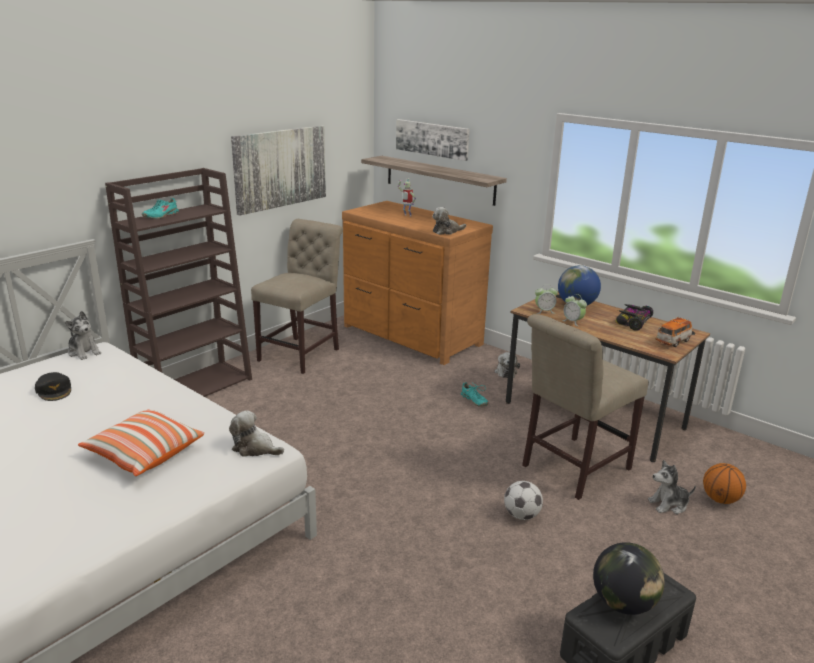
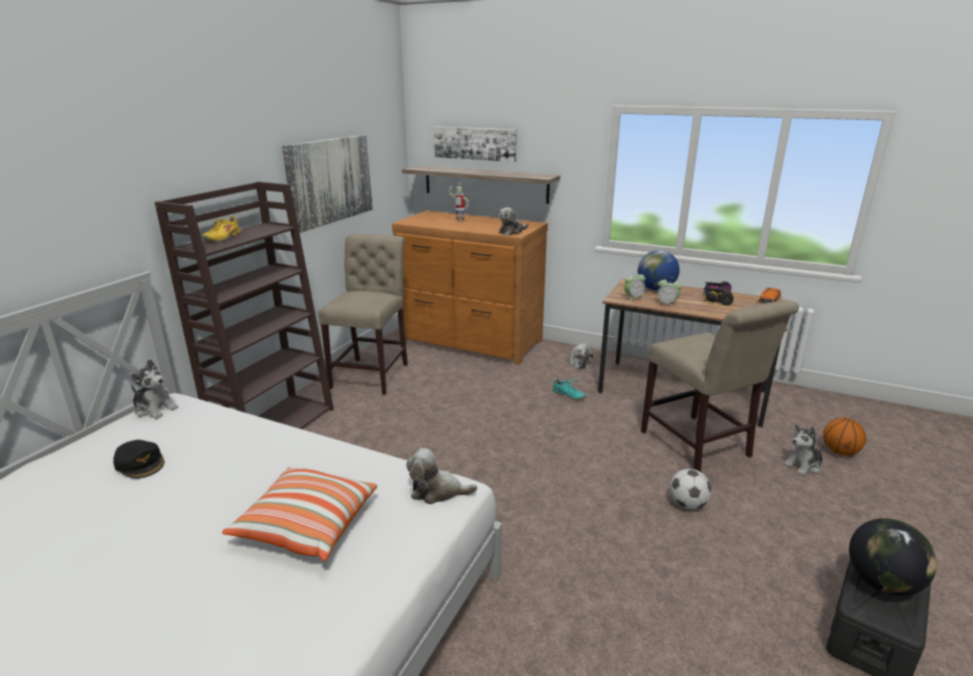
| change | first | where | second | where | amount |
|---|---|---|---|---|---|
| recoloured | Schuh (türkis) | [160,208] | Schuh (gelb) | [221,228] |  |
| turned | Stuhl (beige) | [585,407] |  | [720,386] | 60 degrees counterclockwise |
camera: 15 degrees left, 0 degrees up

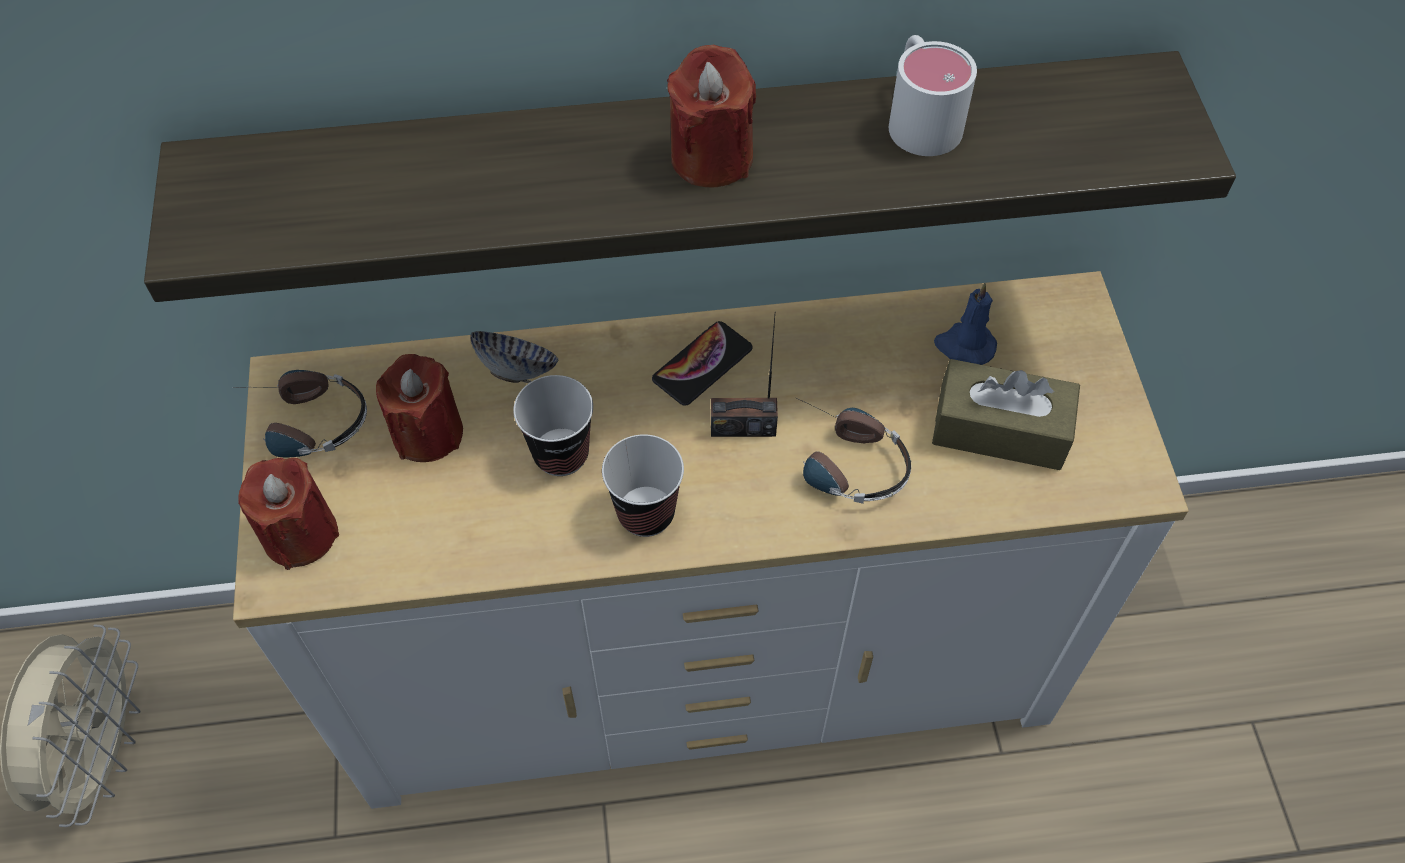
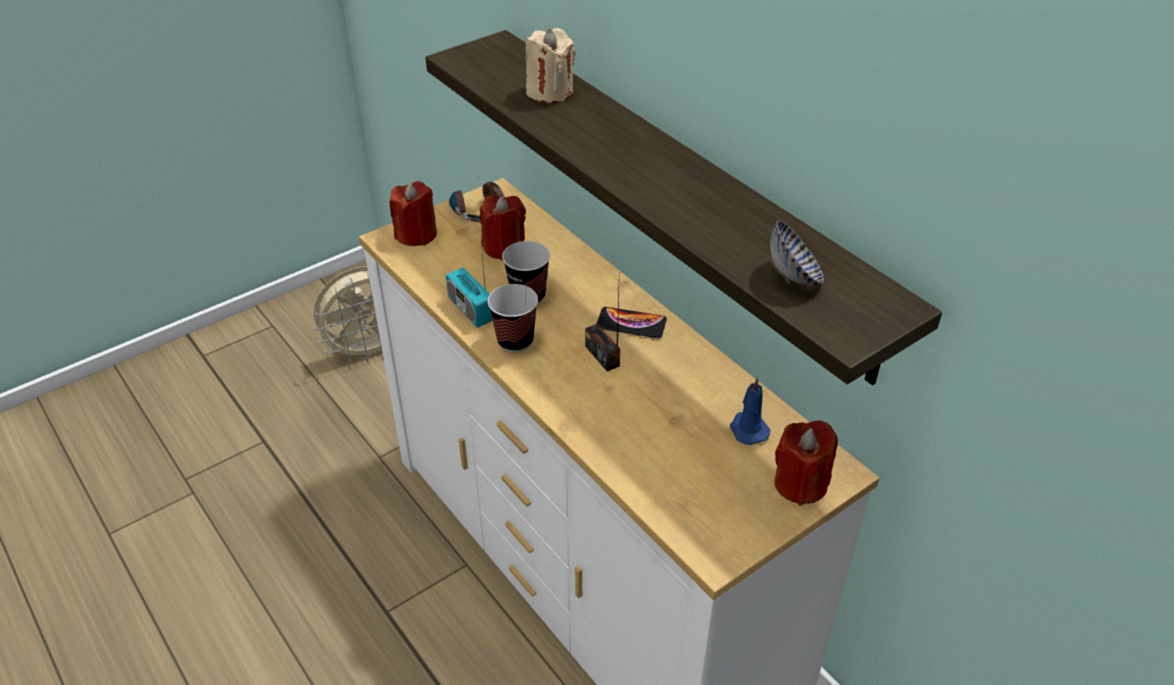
| change | first | where | second | where | amount |
|---|---|---|---|---|---|
| removed | Henkelbecher (weiß) | [933,95] |  |  |  |
| moved | Kerze (rot) | [711,115] |  | [806,463] |  |
| moved | Schüssel | [514,357] |  | [797,253] |  |
| removed | Taschentuchbox (braun) | [1006,414] |  |  |  |
| removed | Kopfhörer | [853,451] |  |  |  |
| added |  |  | Kerze (beige) | [551,65] |  |
| added |  |  | Radio | [469,286] |  |
camera: 60 degrees right, 15 degrees down

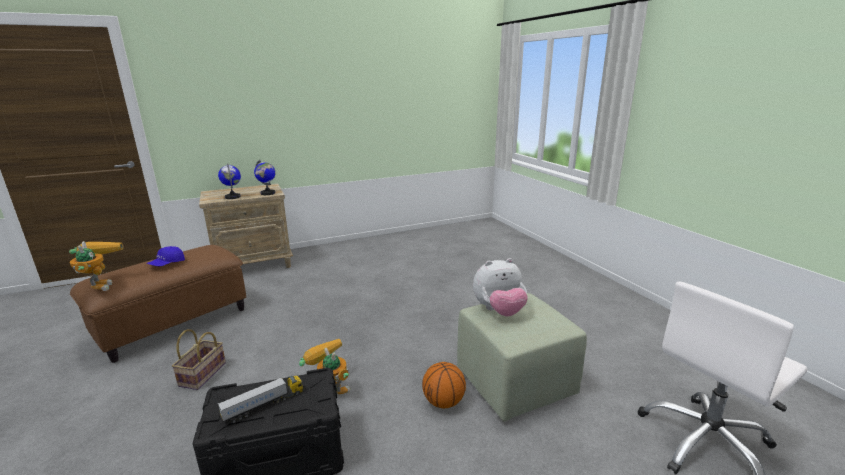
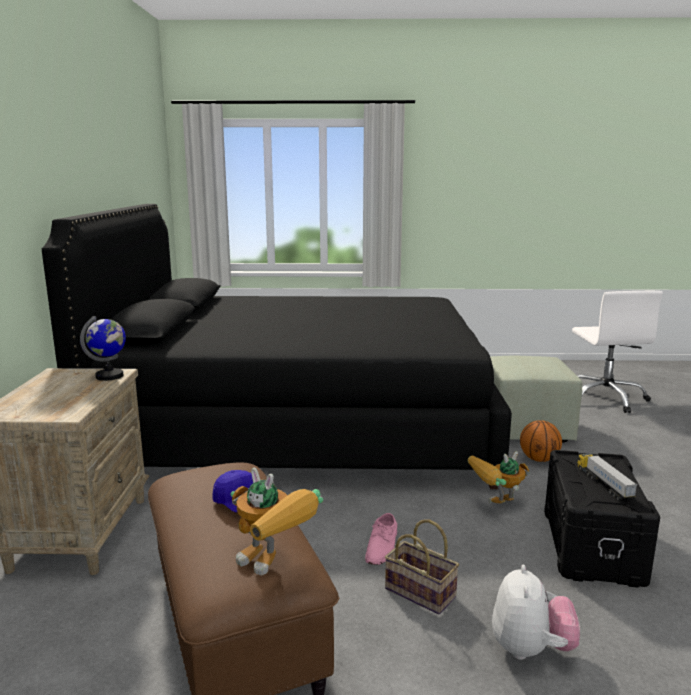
| change | first | where | second | where | amount |
|---|---|---|---|---|---|
| removed | Globus | [229,181] |  |  |  |
| turned | Spielzeugroboter | [96,266] |  | [276,521] | 150 degrees counterclockwise |
| moved | Plüschtier | [500,287] |  | [536,612] |  |
| added |  |  | Bett (schwarz) | [277,346] |  |
| added |  |  | Schuh (rosa) | [381,539] |  |
camera: 65 degrees left, 5 degrees down

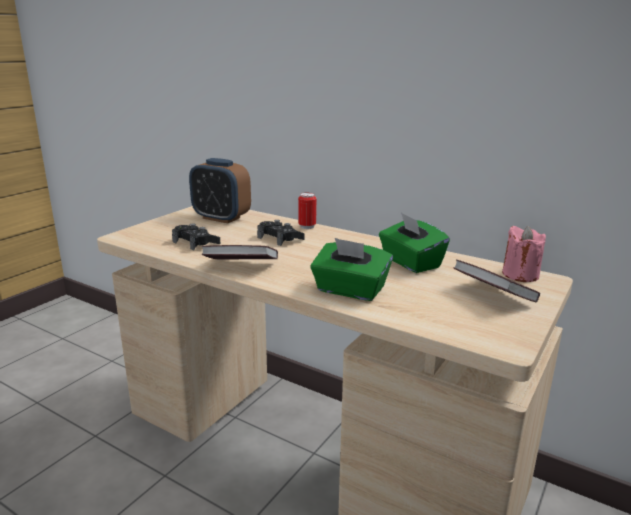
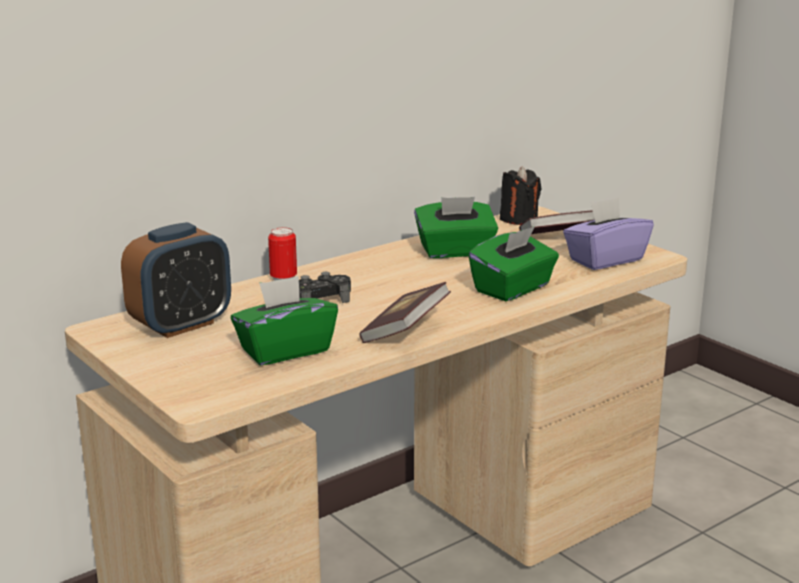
| change | first | where | second | where | amount |
|---|---|---|---|---|---|
| replaced | Gamepad (schwarz) | [196,237] | Taschentuchbox (grün) | [284,320] |  |
| recoloured | Kerze (rosa) | [524,254] | Kerze (schwarz) | [521,196] |  |
| added |  |  | Taschentuchbox (lila) | [608,233] |  |
camera: 70 degrees left, 0 degrees up

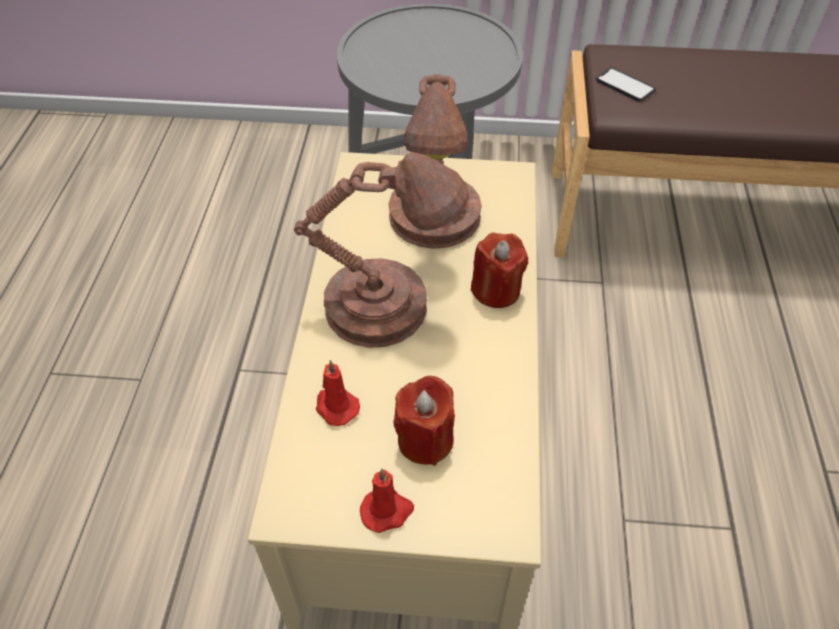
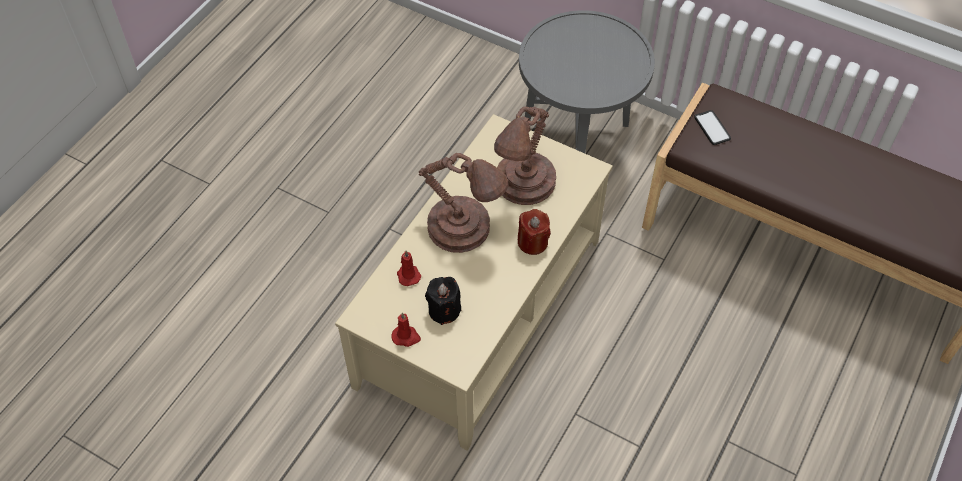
| change | first | where | second | where | amount |
|---|---|---|---|---|---|
| recoloured | Kerze (rot) | [424,421] | Kerze (schwarz) | [443,301] |  |
camera: 25 degrees right, 5 degrees up

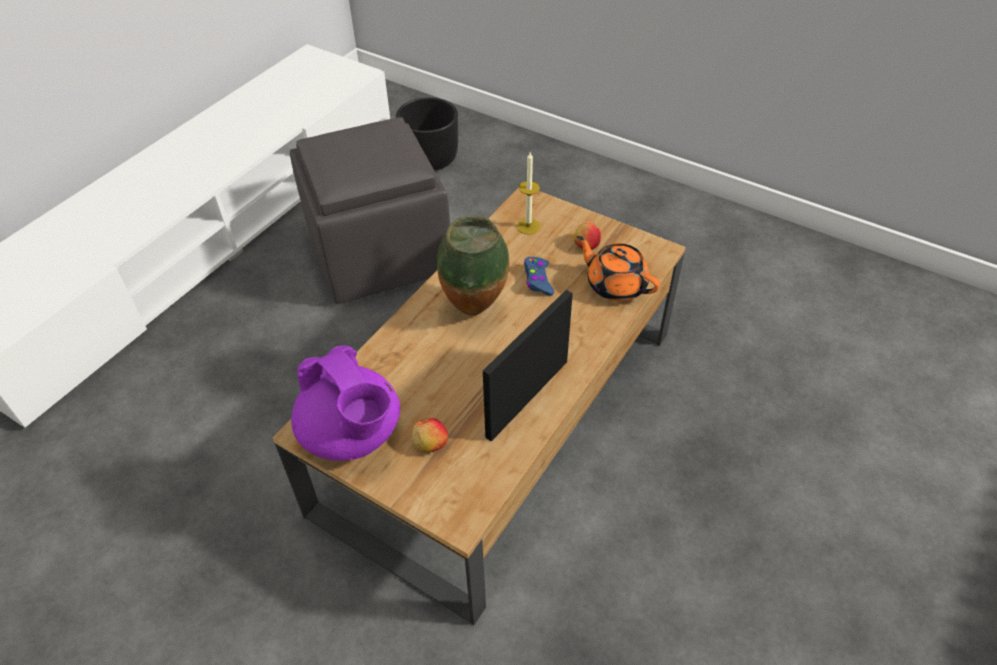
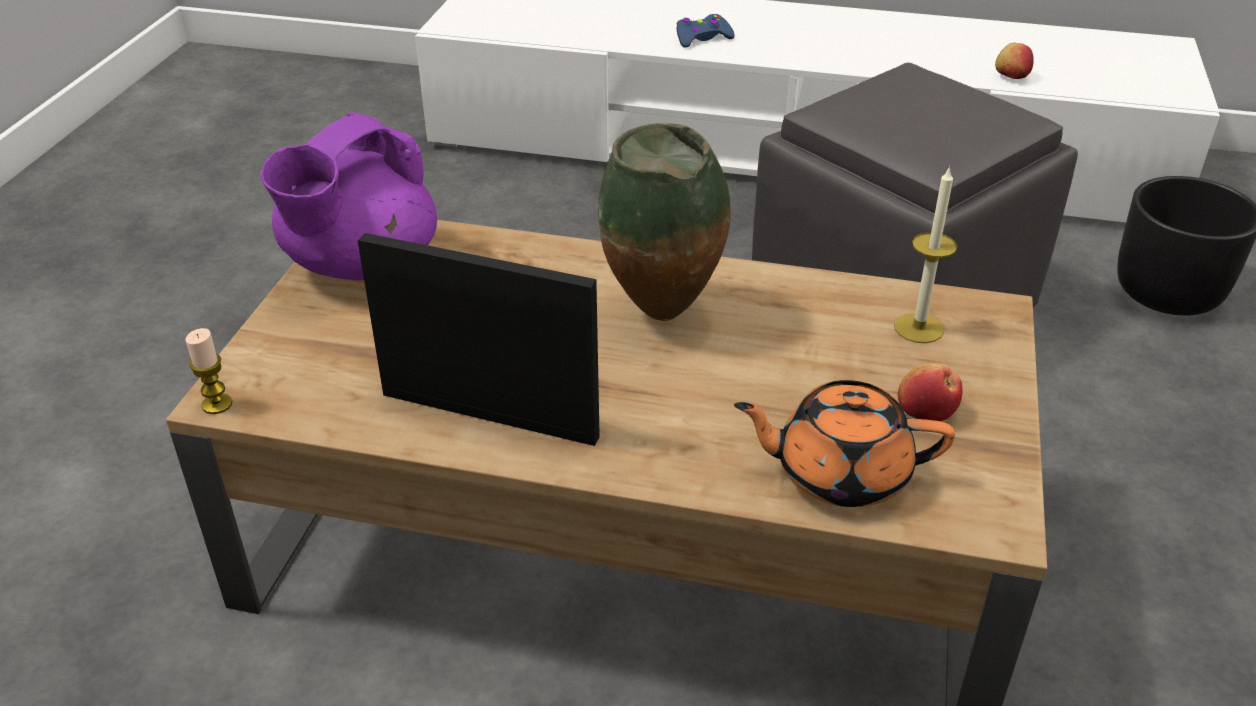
| change | first | where | second | where | amount |
|---|---|---|---|---|---|
| turned | Teekanne (orange) | [618,268] |  | [844,443] | 105 degrees counterclockwise |
| moved | Gamepad (blau) | [539,276] |  | [705,31] |  |
| moved | Apfel | [430,435] |  | [1014,61] |  |
| added |  |  | Kerze | [208,371] |  |
camera: 70 degrees right, 10 degrees down

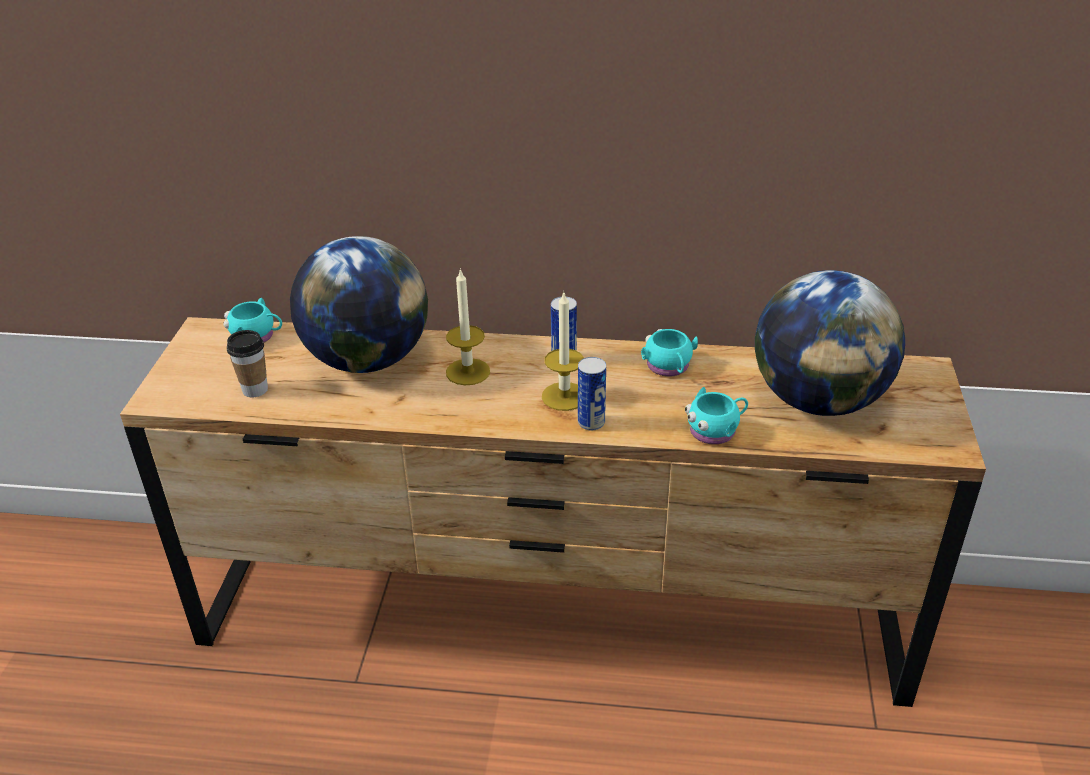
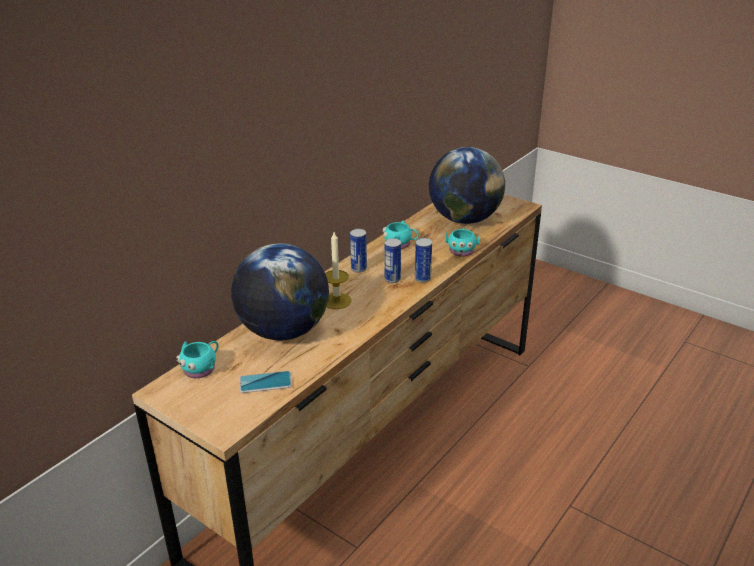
| change | first | where | second | where | amount |
|---|---|---|---|---|---|
| replaced | Kerze | [563,351] | Dose | [393,260] |  |
| replaced | Tasse | [247,363] | Handy | [265,382] |  |
camera: 60 degrees left, 5 degrees down

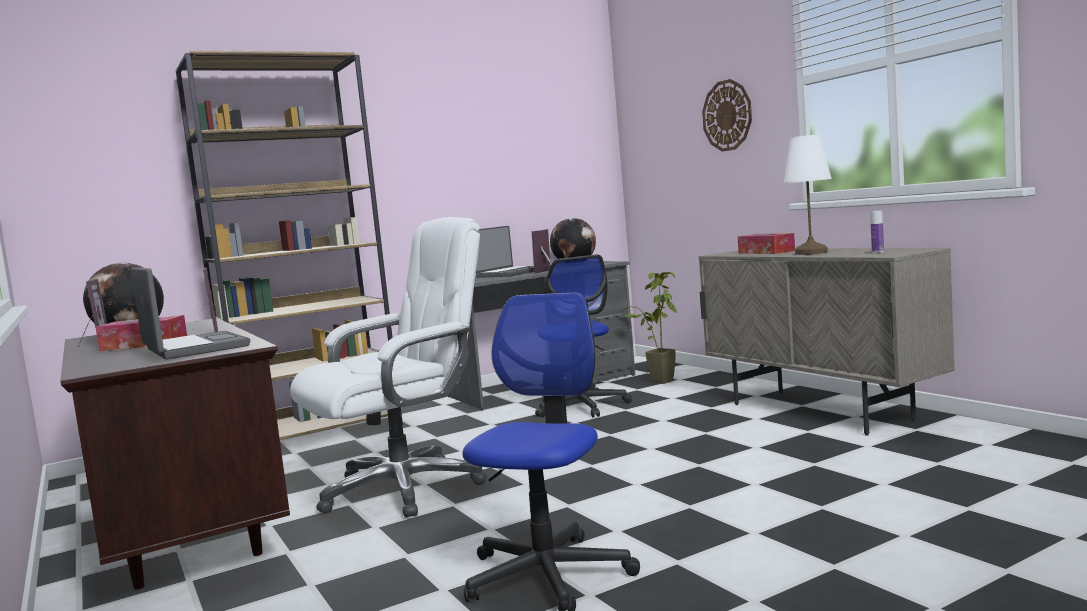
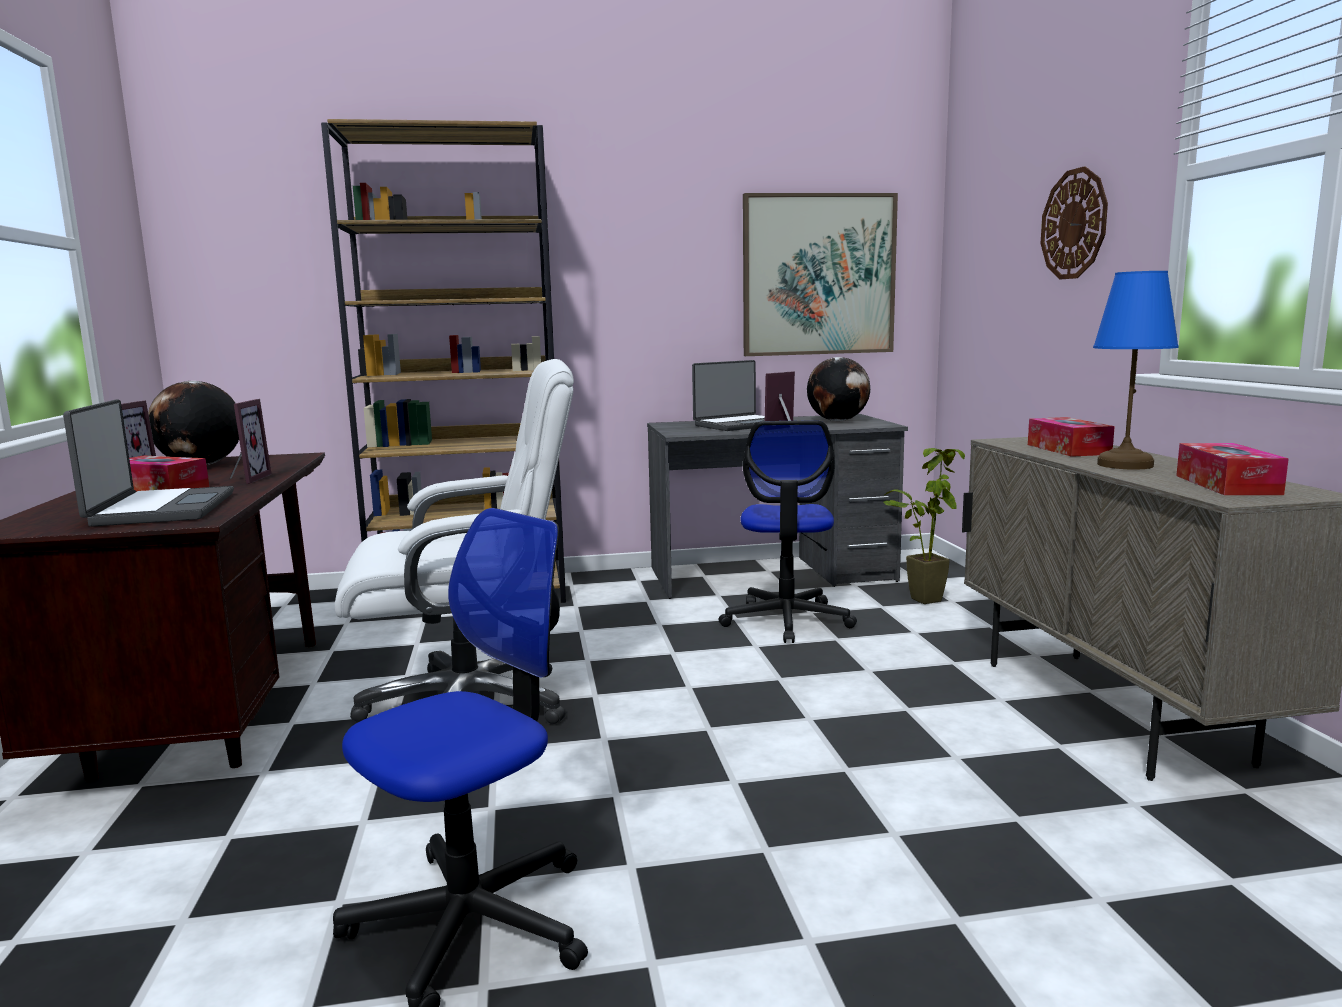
| change | first | where | second | where | amount |
|---|---|---|---|---|---|
| recoloured | Tischlampe (weiß) | [808,194] | Tischlampe (blau) | [1136,370] |  |
| replaced | Flasche | [877,232] | Taschentuchbox | [1232,469] |  |
| added |  |  | Bild | [820,274] |  |
camera: 20 degrees right, 5 degrees up

